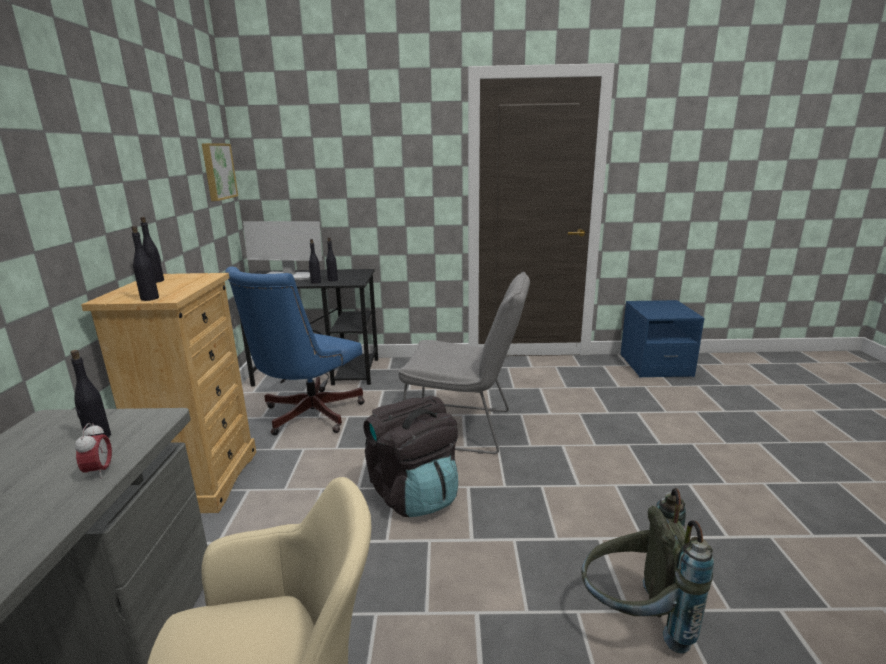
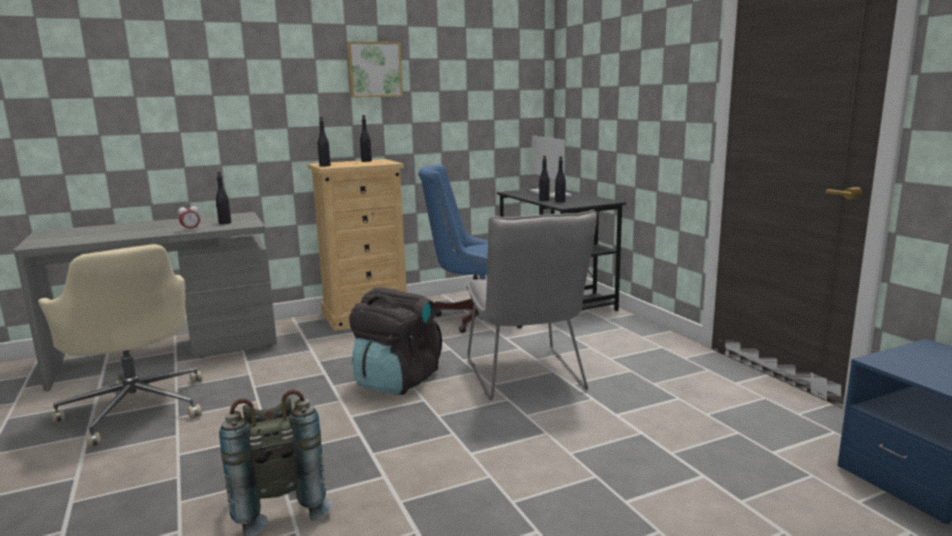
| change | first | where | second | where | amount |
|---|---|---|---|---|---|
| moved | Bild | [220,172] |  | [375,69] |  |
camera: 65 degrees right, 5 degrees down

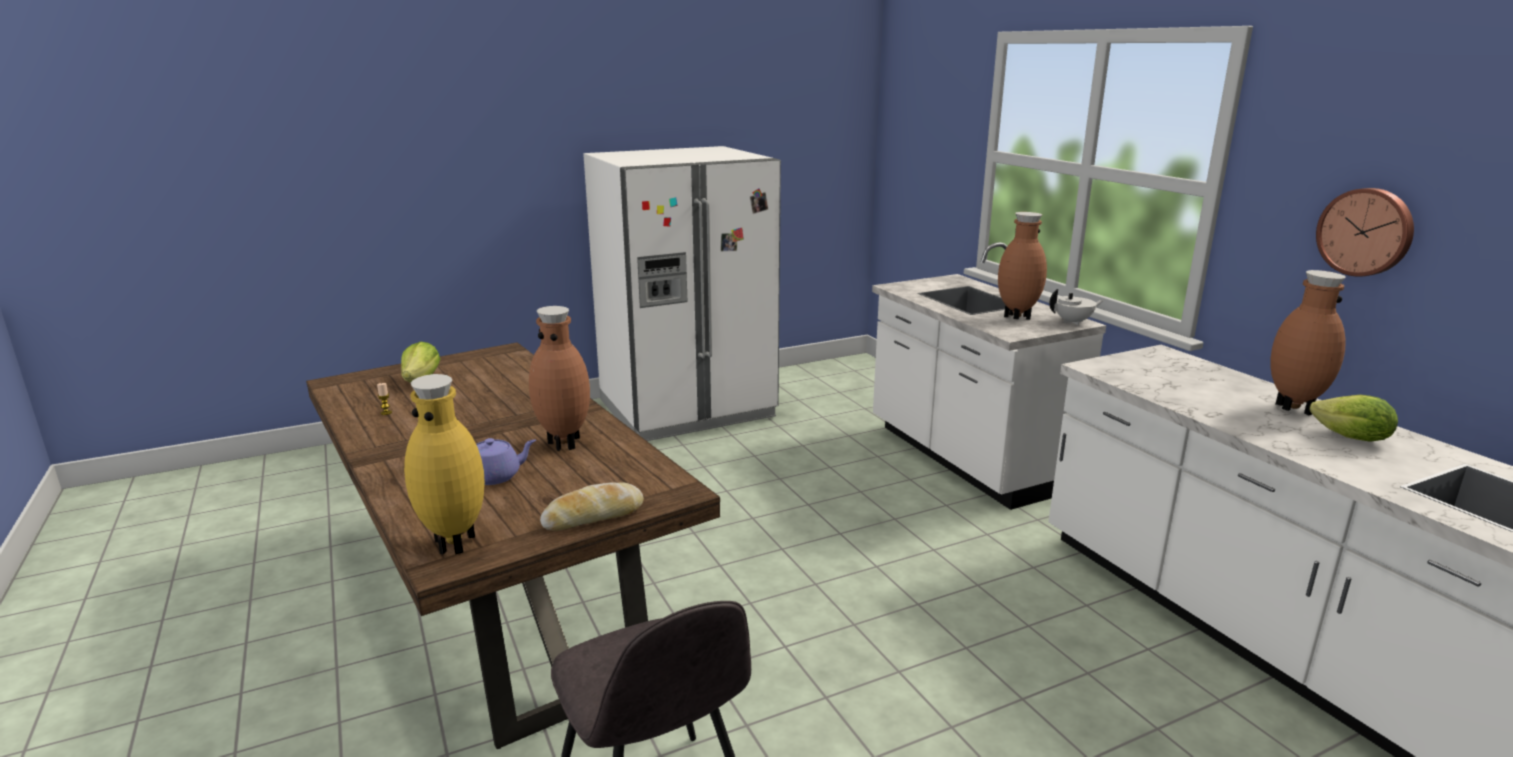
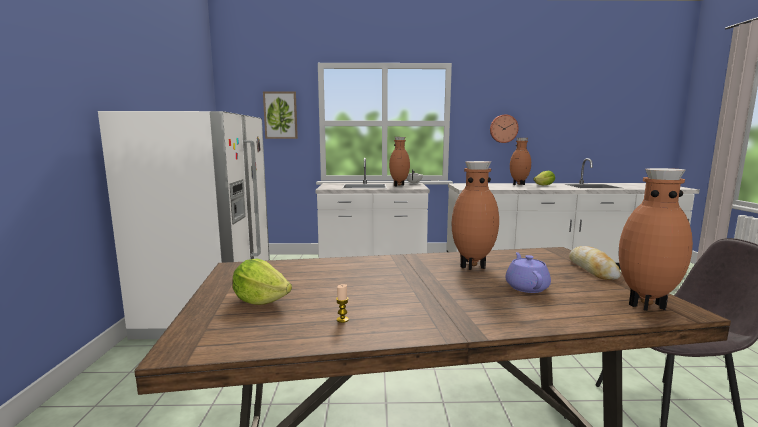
| change | first | where | second | where | amount |
|---|---|---|---|---|---|
| recoloured | Vase (gelb) | [444,464] | Vase (braun) | [655,239] |  |
| added |  |  | Bild | [280,115] |  |
camera: 65 degrees left, 10 degrees down

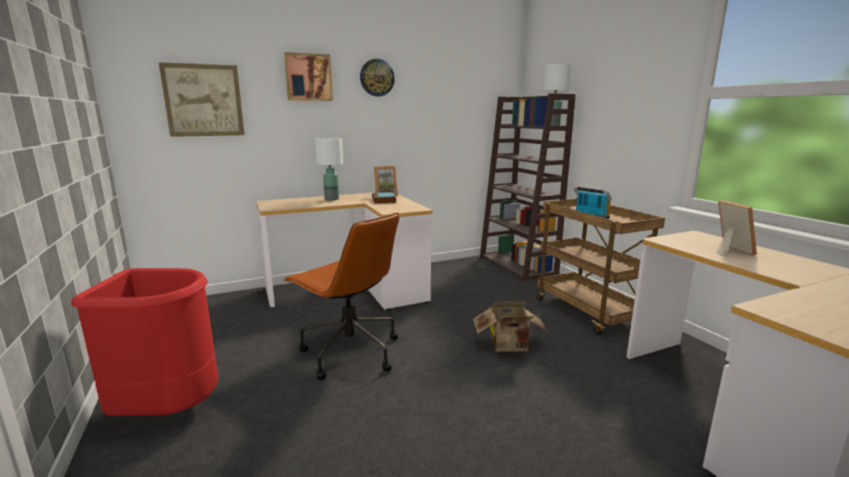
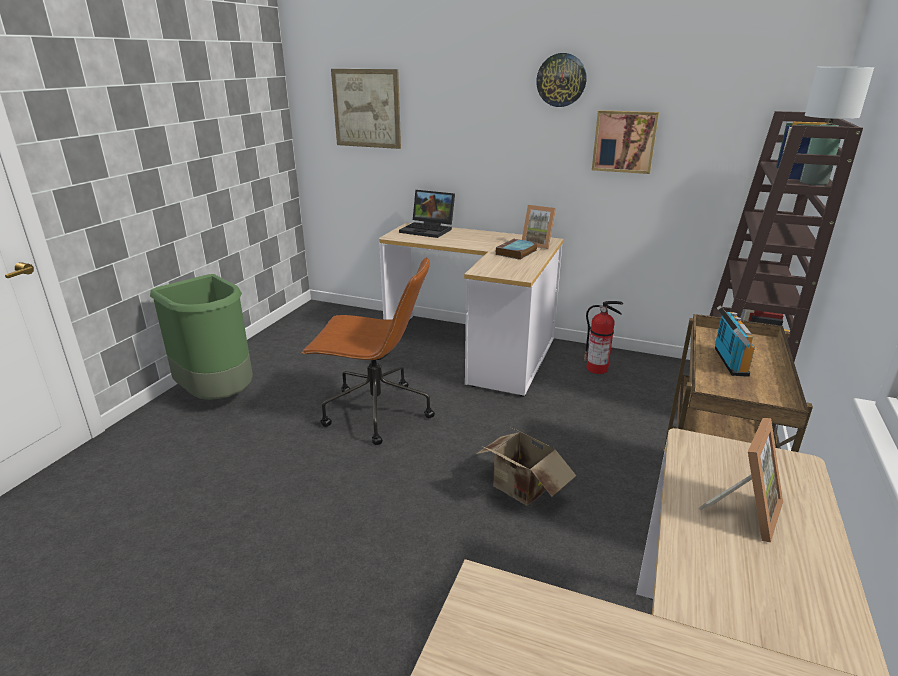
| change | first | where | second | where | amount |
|---|---|---|---|---|---|
| moved | Bild | [308,76] |  | [625,142] |  |
| removed | Tischlampe (weiß) | [329,169] |  |  |  |
| turned | Bürostuhl (braun) | [341,296] |  | [368,351] | 75 degrees counterclockwise |
| recoloured | Mülleimer (rot) | [144,342] | Mülleimer (grün) | [201,337] |  |
| added |  |  | Laptop | [427,214] |  |
| added |  |  | Feuerlöscher | [603,337] |  |
camera: 45 degrees right, 10 degrees up

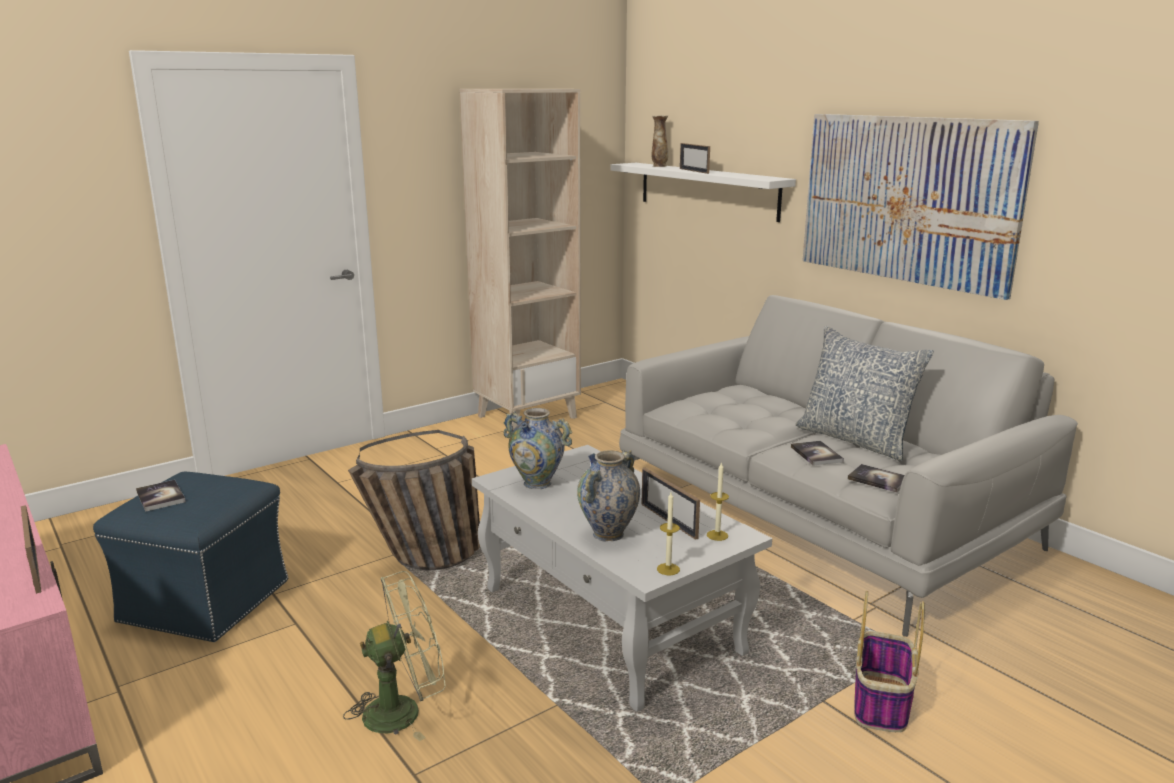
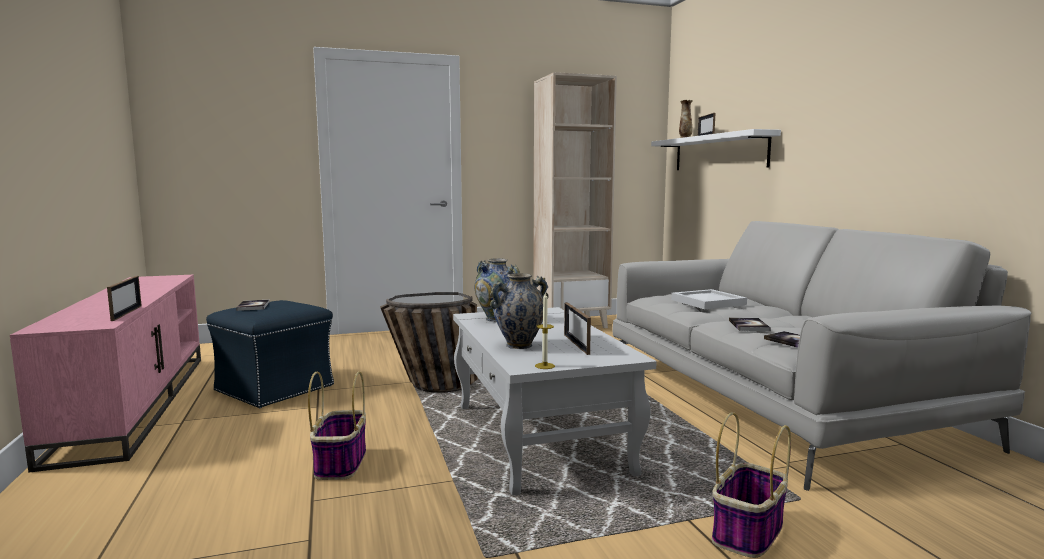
| change | first | where | second | where | amount |
|---|---|---|---|---|---|
| removed | Bild | [920,207] |  |  |  |
| removed | Kissen | [865,393] |  |  |  |
| removed | Kerze | [718,501] |  |  |  |
| replaced | Ventilator (grün) | [394,656] | Korb | [337,425] |  |
| added |  |  | Tablett (weiß) | [709,299] |  |
camera: 20 degrees right, 10 degrees down

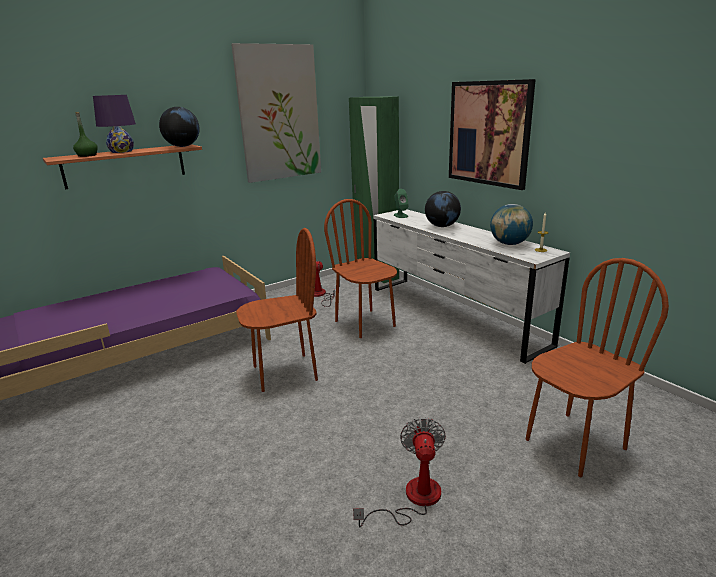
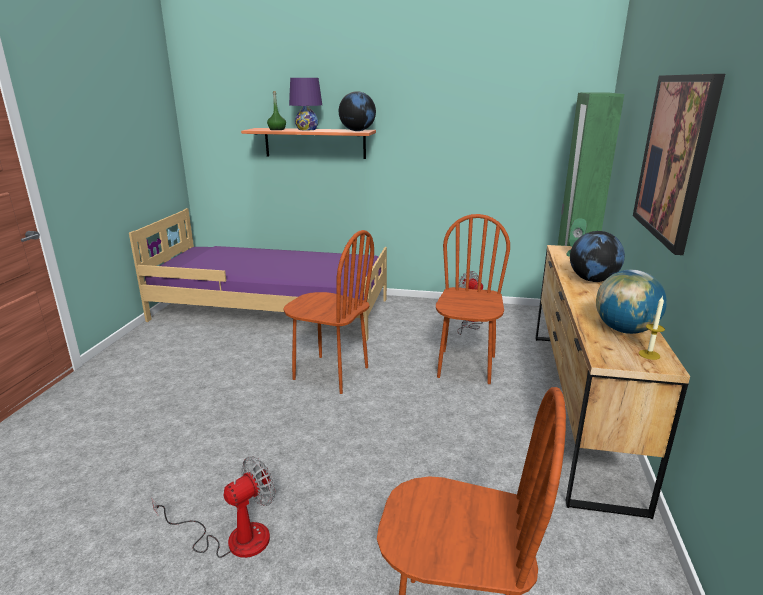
| change | first | where | second | where | amount |
|---|---|---|---|---|---|
| removed | Bild | [276,113] |  |  |  |
| recoloured | Kommode (weiß) | [472,287] | Kommode (braun) | [613,382] |  |
camera: 45 degrees right, 0 degrees up

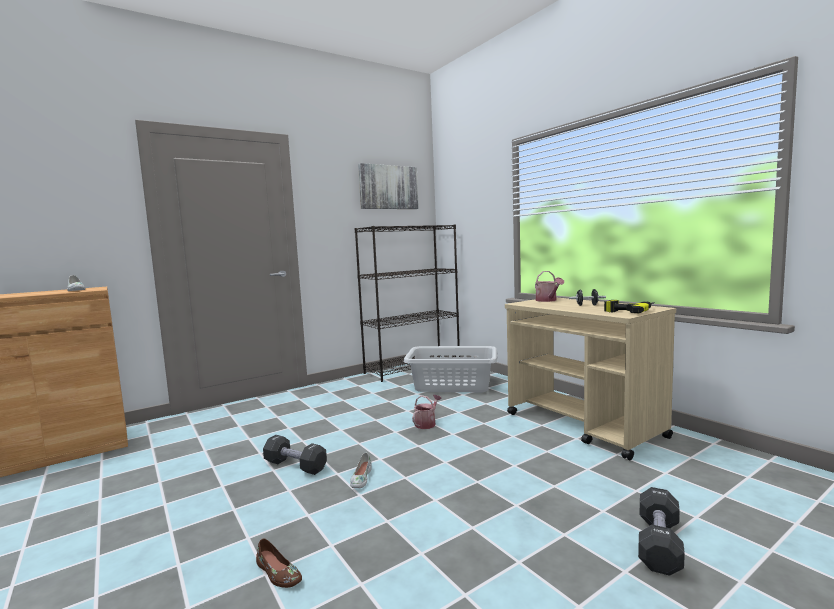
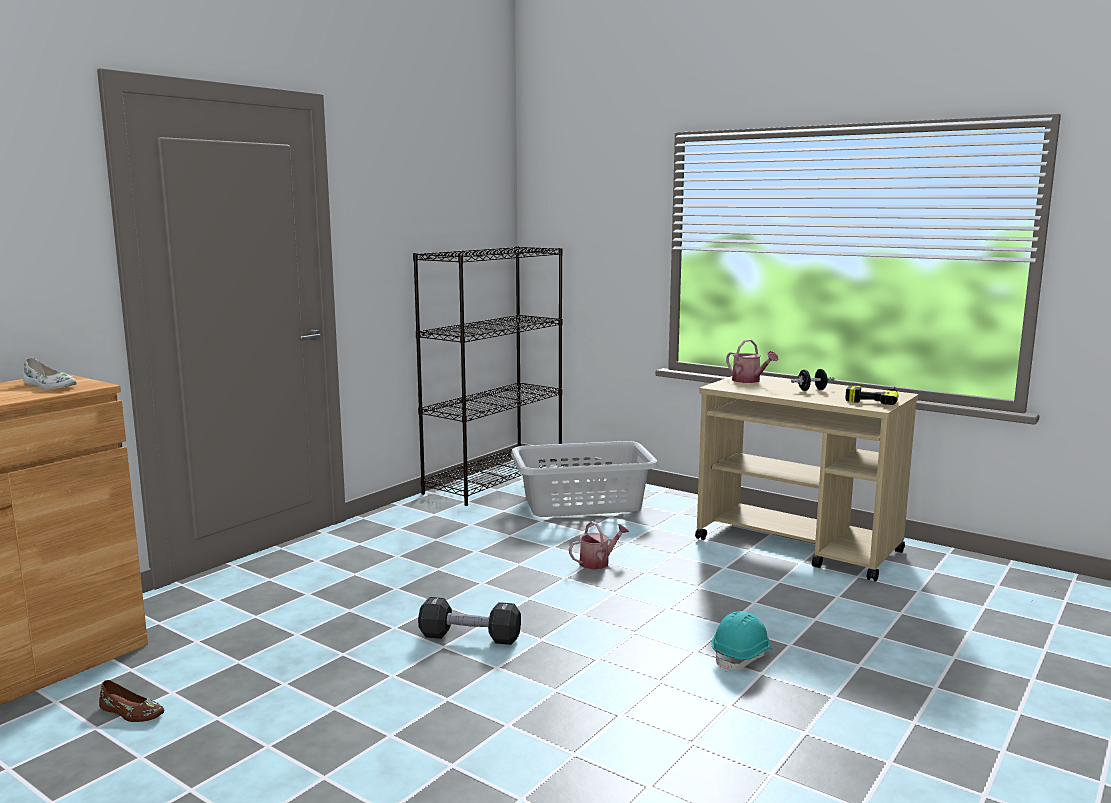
| change | first | where | second | where | amount |
|---|---|---|---|---|---|
| removed | Bild | [388,186] |  |  |  |
| turned | Gießkanne | [426,412] |  | [599,545] | 45 degrees clockwise |
| removed | Schuh (weiß) | [361,470] |  |  |  |
| removed | Hantel (schwarz) | [661,531] |  |  |  |
| moved | Schuh (braun) | [279,563] |  | [131,701] |  |
| added |  |  | Schutzhelm (türkis) | [742,641] |  |
camera: 20 degrees left, 5 degrees up

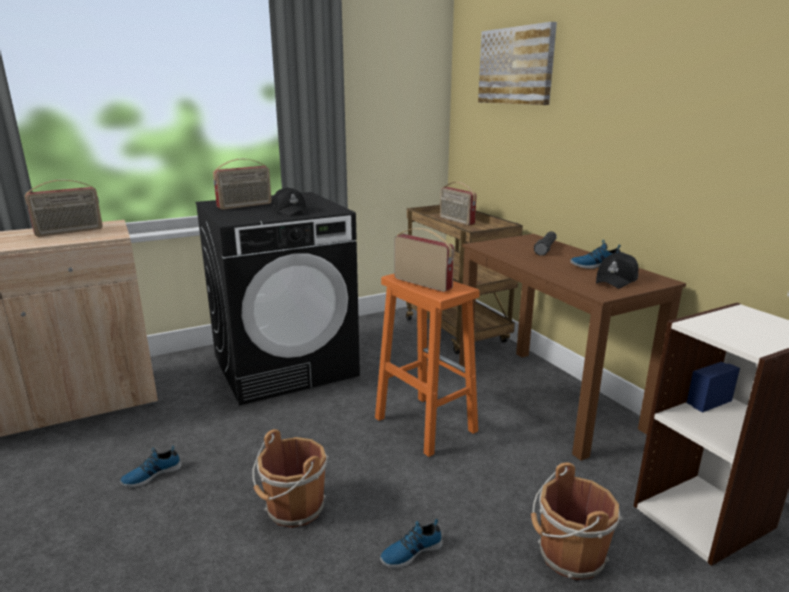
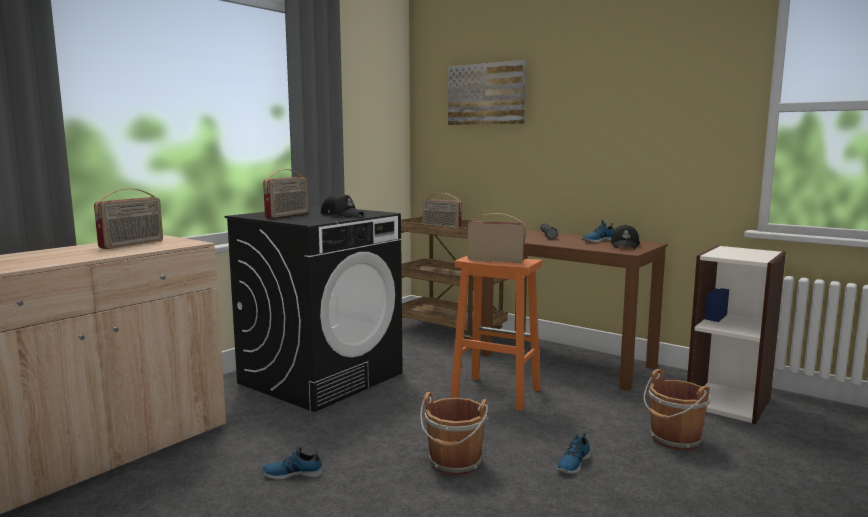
| change | first | where | second | where | amount |
|---|---|---|---|---|---|
| turned | Schuh | [151,466] |  | [292,462] | 60 degrees clockwise |
camera: 25 degrees left, 10 degrees down

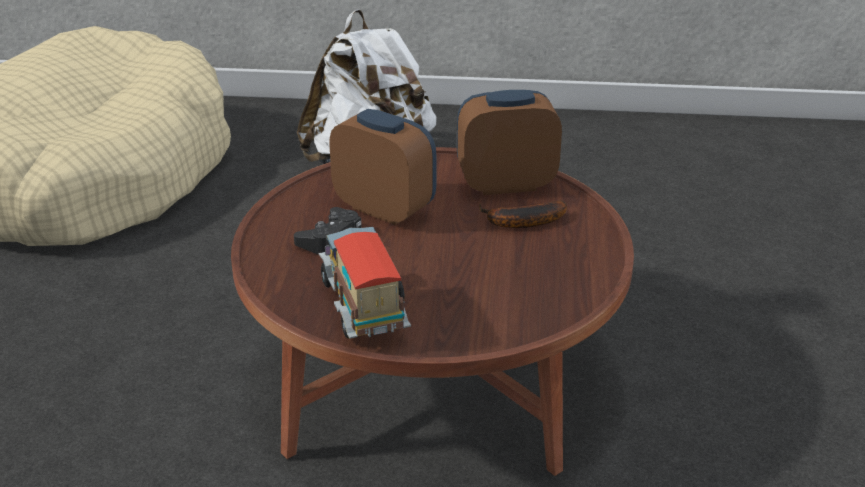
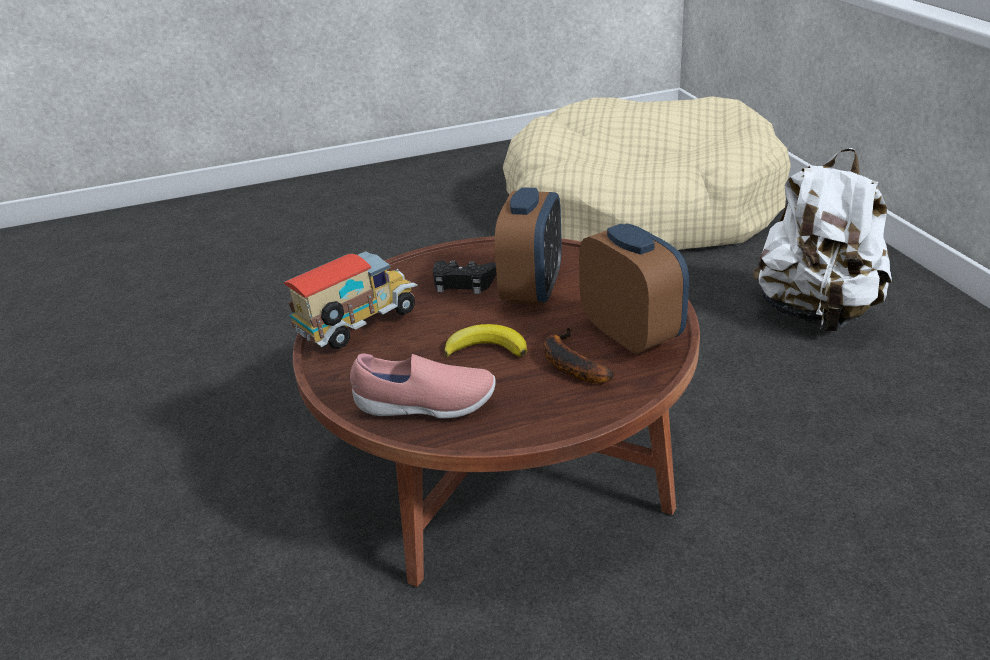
| change | first | where | second | where | amount |
|---|---|---|---|---|---|
| added |  |  | Banane | [485,340] |  |
| added |  |  | Schuh (rosa) | [423,386] |  |
camera: 70 degrees right, 0 degrees up

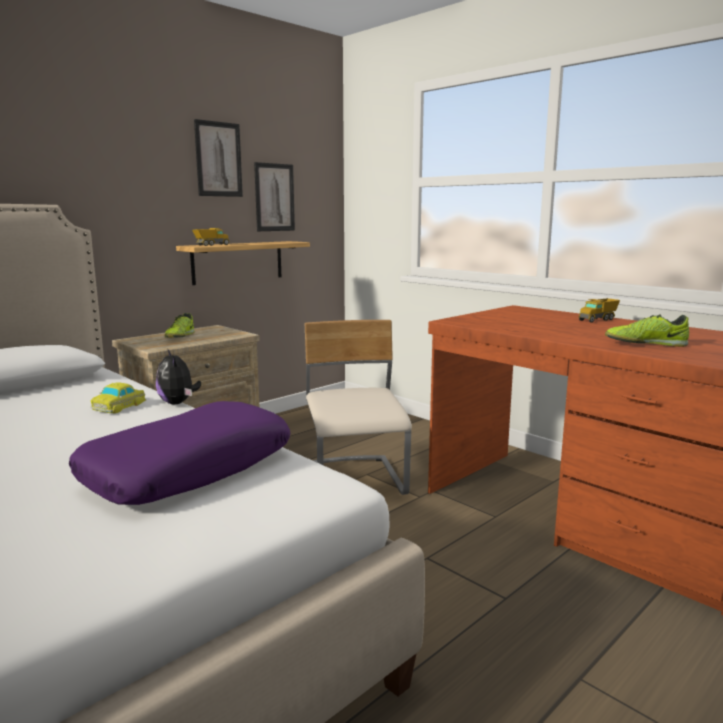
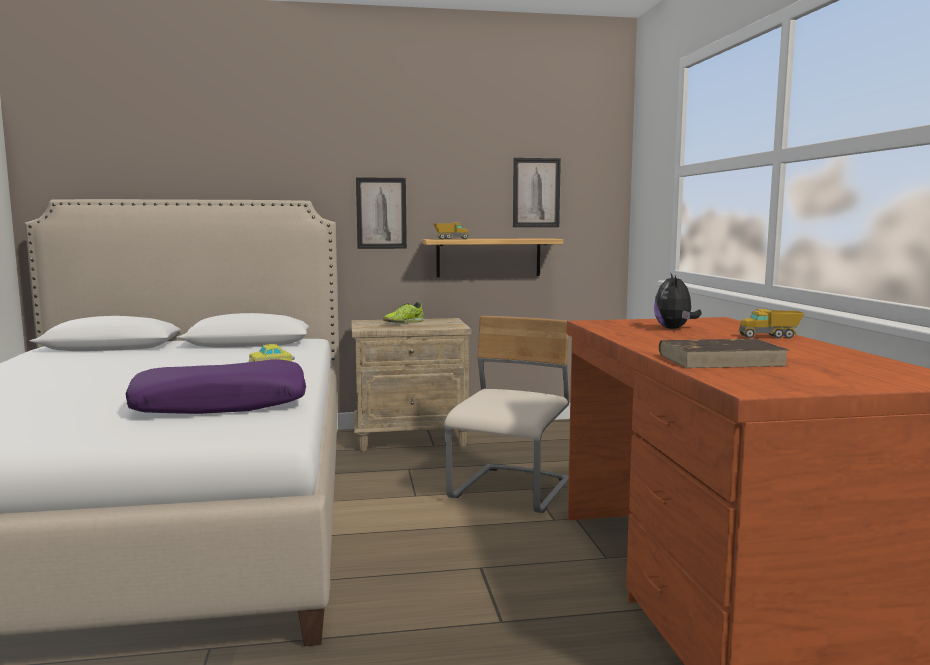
| change | first | where | second | where | amount |
|---|---|---|---|---|---|
| moved | Bild | [218,158] |  | [381,213] |  |
| replaced | Schuh | [647,330] | Buch (braun) | [724,353] |  |
| moved | Plüschtier | [178,377] |  | [677,301] |  |
camera: 35 degrees right, 5 degrees down

